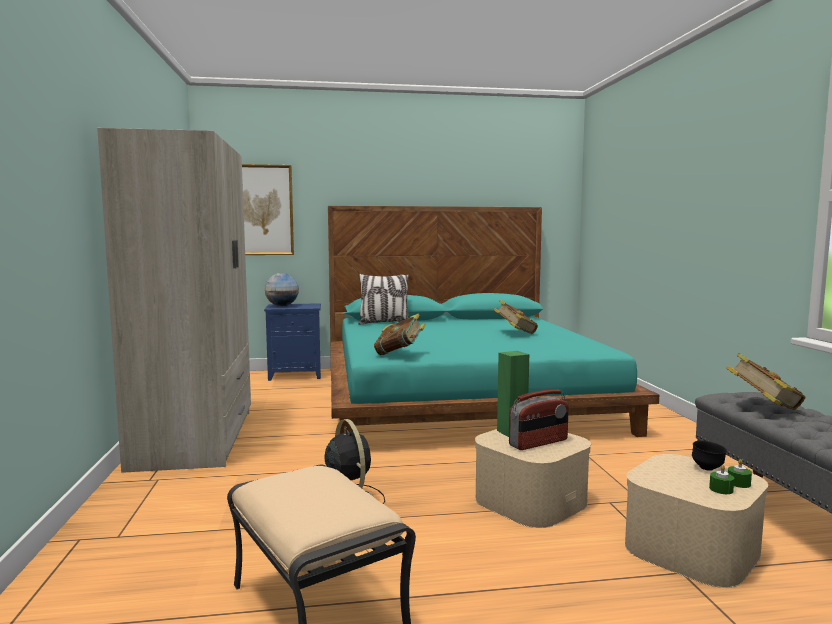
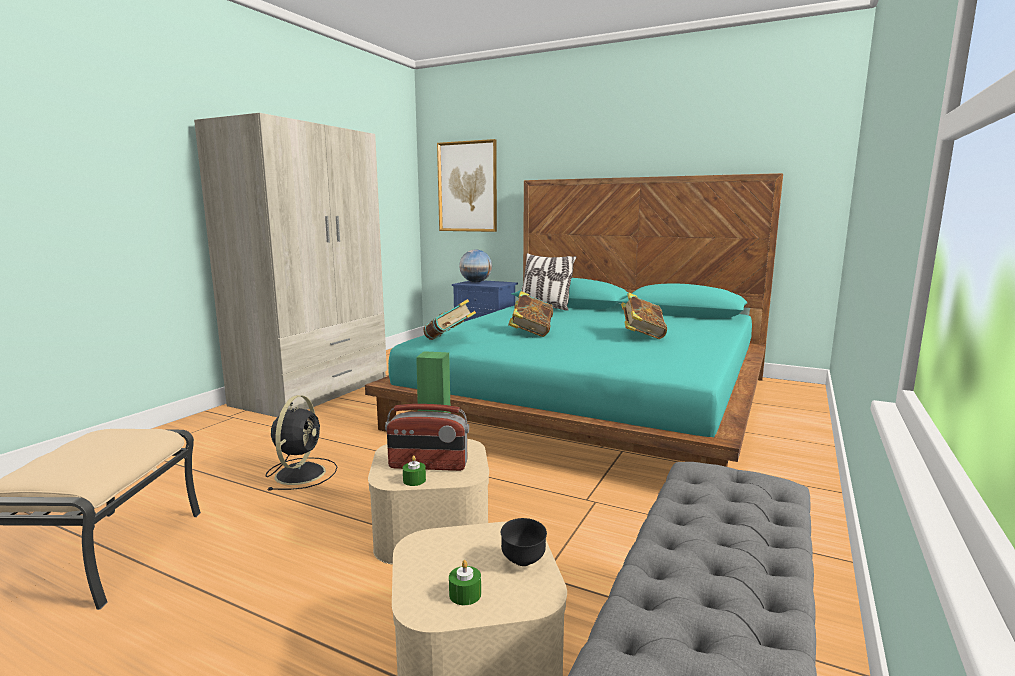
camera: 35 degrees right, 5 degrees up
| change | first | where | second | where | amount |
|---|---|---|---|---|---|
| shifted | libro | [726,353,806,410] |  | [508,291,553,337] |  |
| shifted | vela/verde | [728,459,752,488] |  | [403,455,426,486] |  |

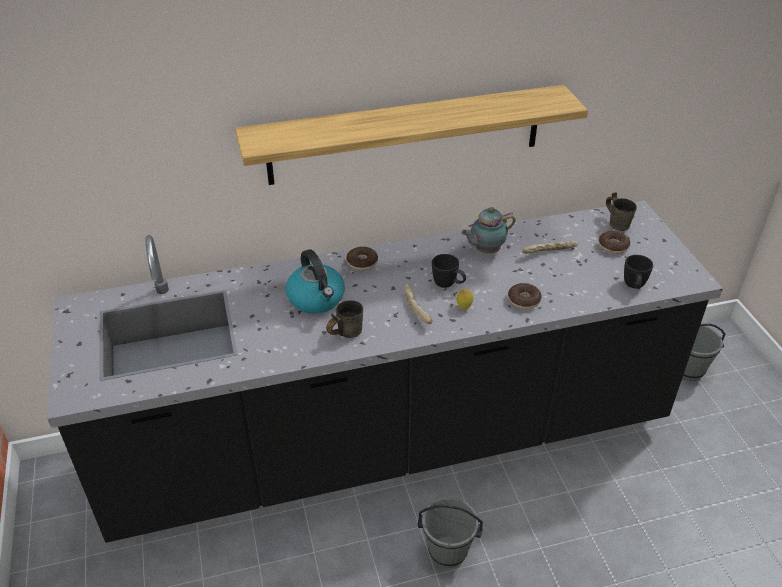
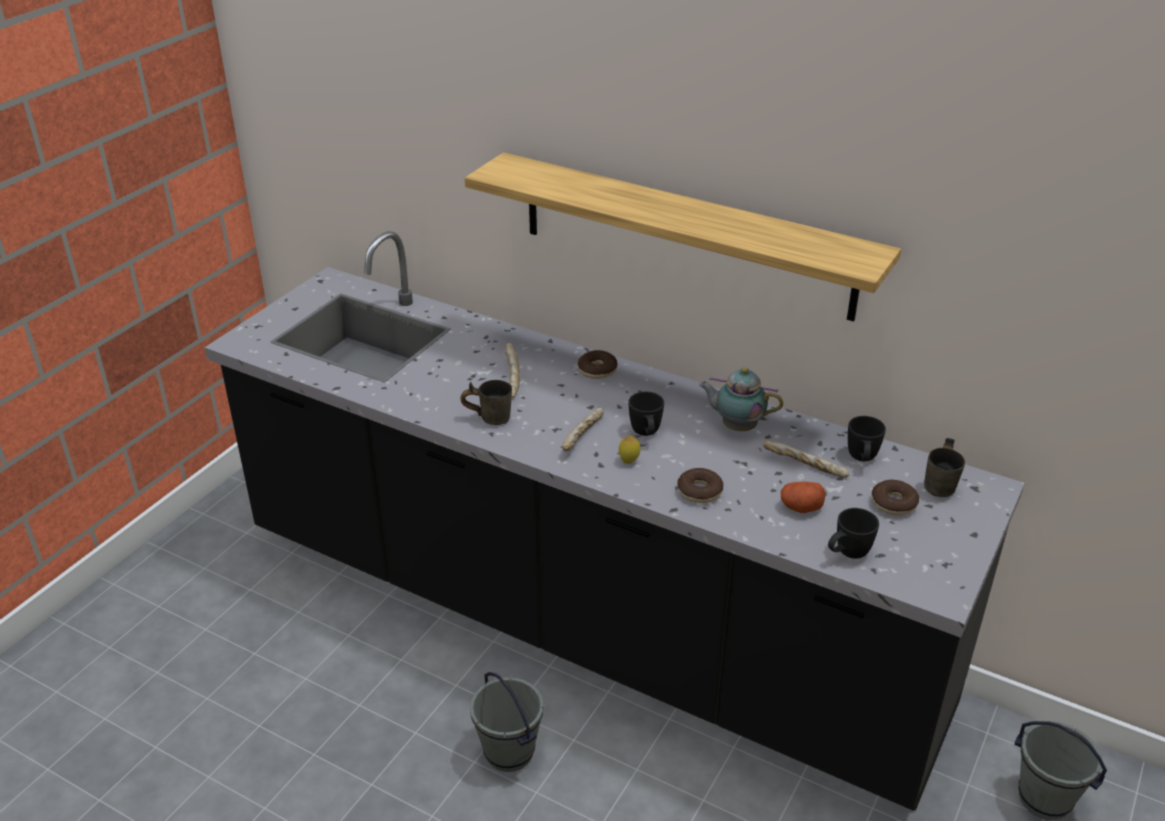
camera: 45 degrees right, 5 degrees down
| change | first | where | second | where | amount |
|---|---|---|---|---|---|
| swapped | hervidor | [286,249,345,314] | pan | [505,343,520,398] |  |
| new |  |  | patata | [781,482,826,513] |  |
| new |  |  | taza grande/negro | [848,416,886,461] |  |

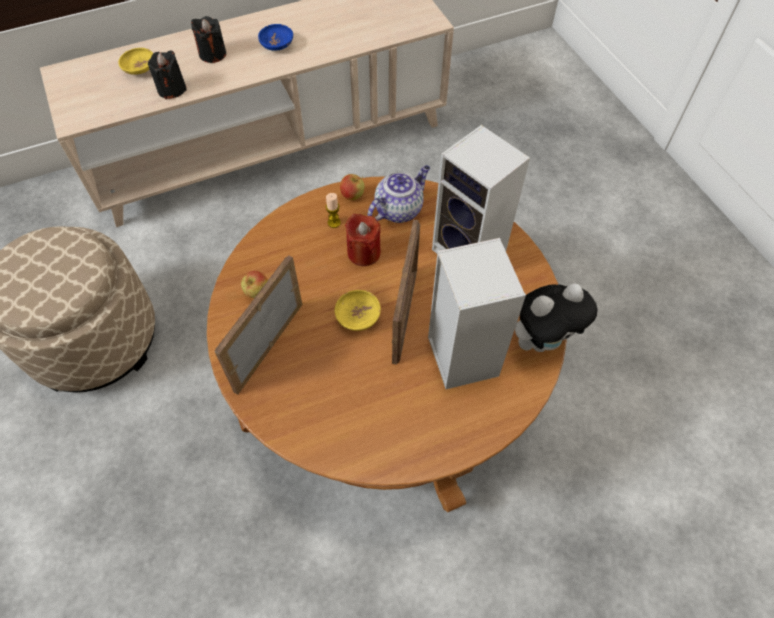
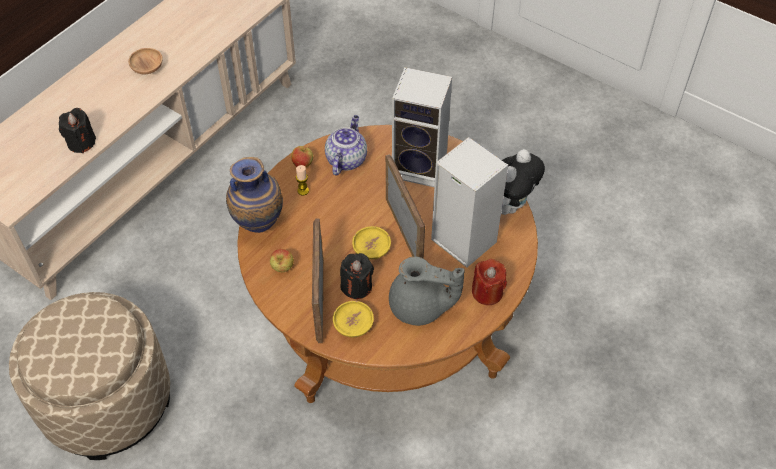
camera: 30 degrees left, 5 degrees down
| change | first | where | second | where | amount |
|---|---|---|---|---|---|
| shifted | cuenco/amarillo | [118,48,153,75] |  | [333,301,374,337] |  |
| shifted | vela/negro | [191,16,226,63] |  | [340,253,374,299] |  |
| repainted | cuenco/azul | [258,24,293,51] | cuenco/marrón | [128,48,163,75] |  |
| shifted | vela/rojo | [345,214,381,266] |  | [472,259,507,305] |  |
| new |  |  | florero | [226,157,283,233] |  |
| new |  |  | tetera/gris | [389,257,465,326] |  |

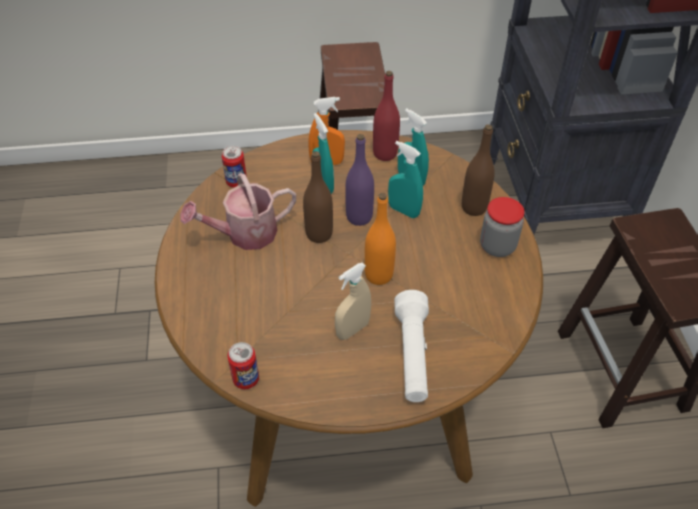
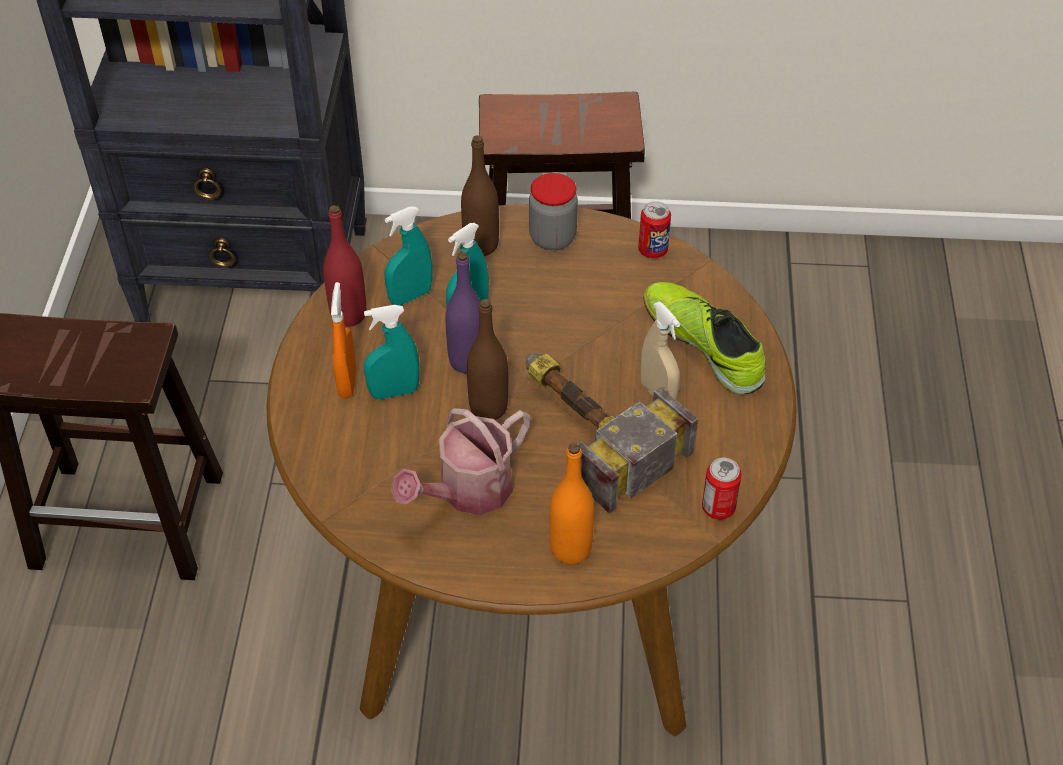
camera: 80 degrees left, 0 degrees up
| change | first | where | second | where | amount |
|---|---|---|---|---|---|
| rotated | regadera | [180,173,296,250] |  | [391,408,531,515] | 60 degrees clockwise |
| shifted | lata | [222,146,247,188] |  | [638,201,671,259] |  |
| shifted | botella/naranja | [365,193,396,285] |  | [549,443,594,564] |  |
| swapped | linterna/blanco | [394,290,429,402] | zapato | [644,282,766,395] |  |
| new |  |  | martillo | [526,353,698,514] |  |

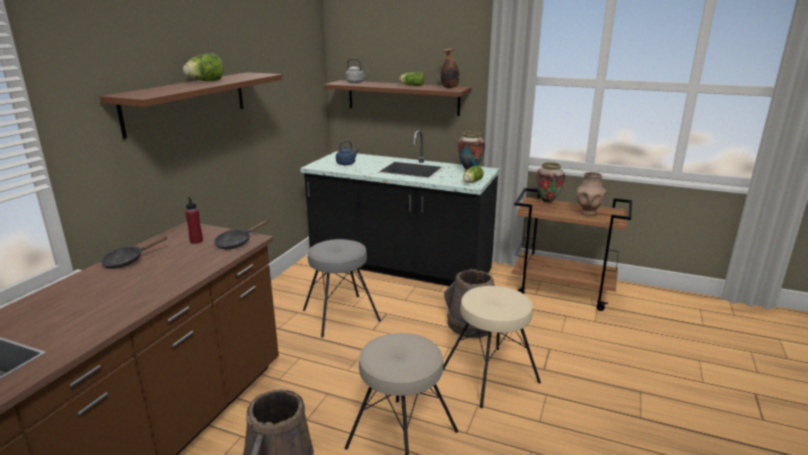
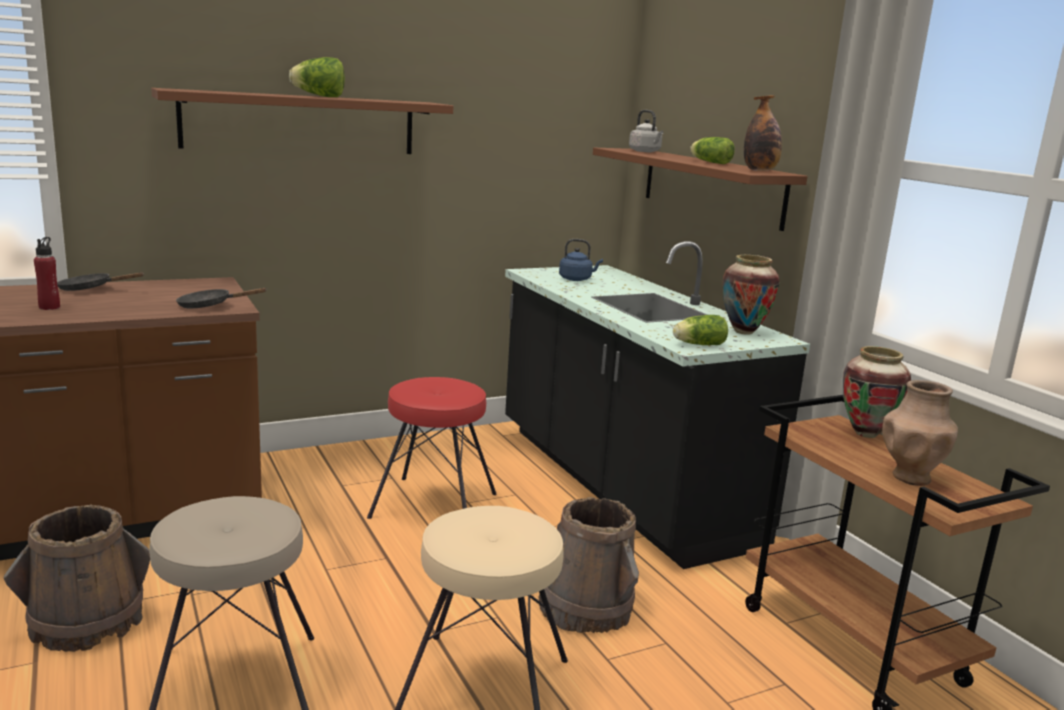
camera: 40 degrees right, 5 degrees down
| change | first | where | second | where | amount |
|---|---|---|---|---|---|
| shifted | botella/rojo | [185,196,203,244] |  | [34,237,60,310] |  |
| repainted | taburete/gris | [303,239,381,337] | taburete/rojo | [367,377,497,519] |  |

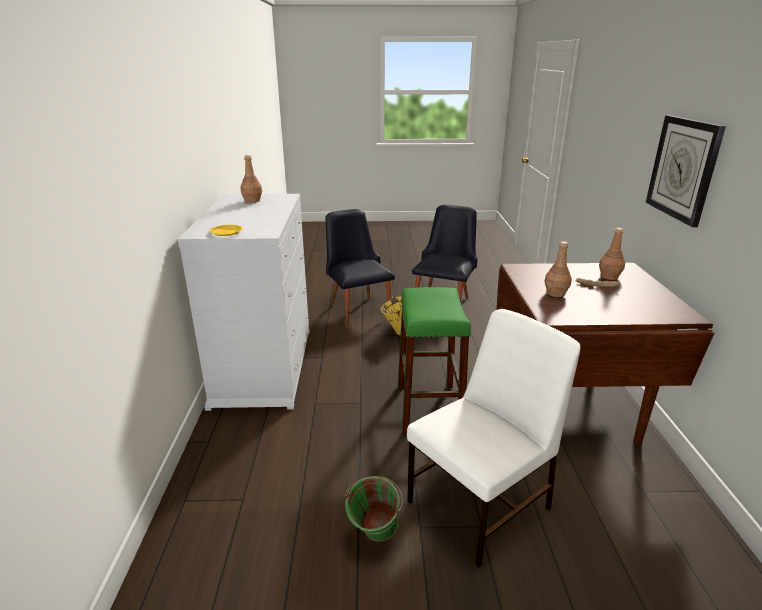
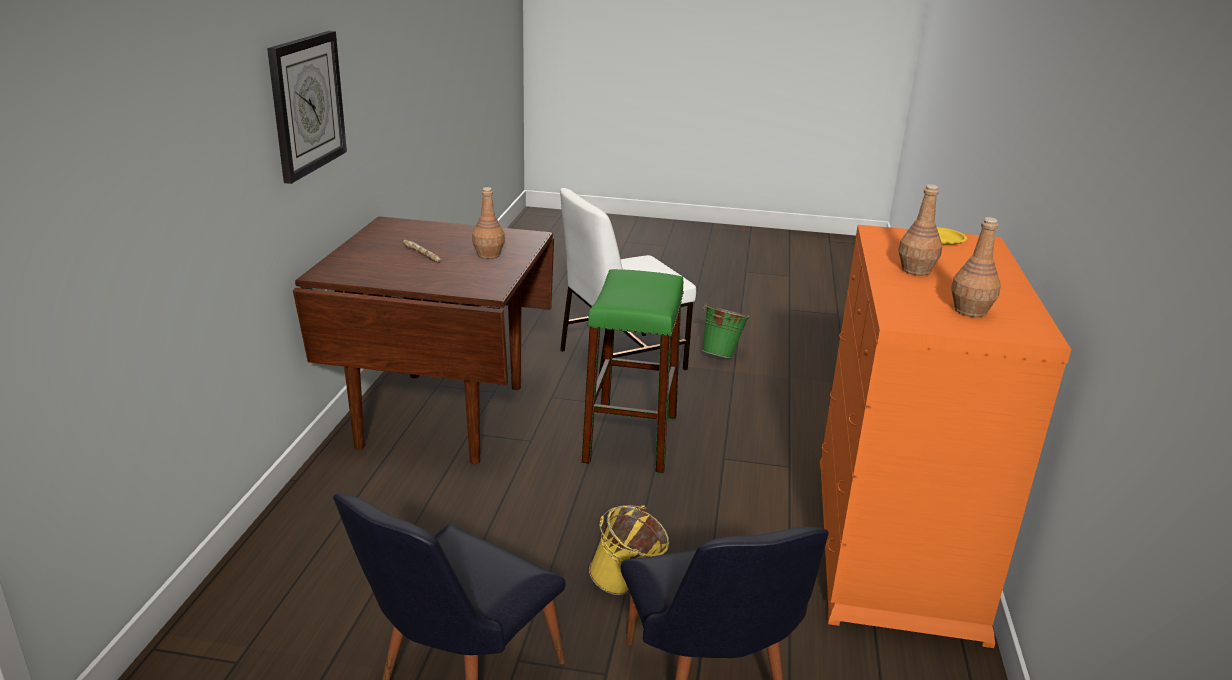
camera: 170 degrees left, 0 degrees up
| change | first | where | second | where | amount |
|---|---|---|---|---|---|
| repainted | cómoda/blanco | [178,194,310,411] | cómoda/naranja | [820,225,1071,648] |  |
| shifted | botella/marrón | [599,228,625,280] |  | [898,184,942,275] |  |

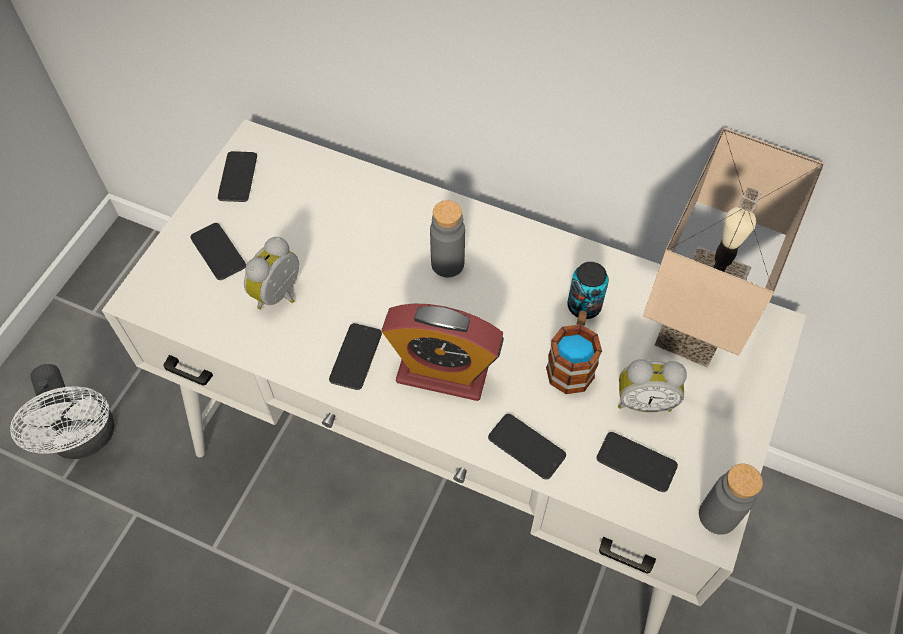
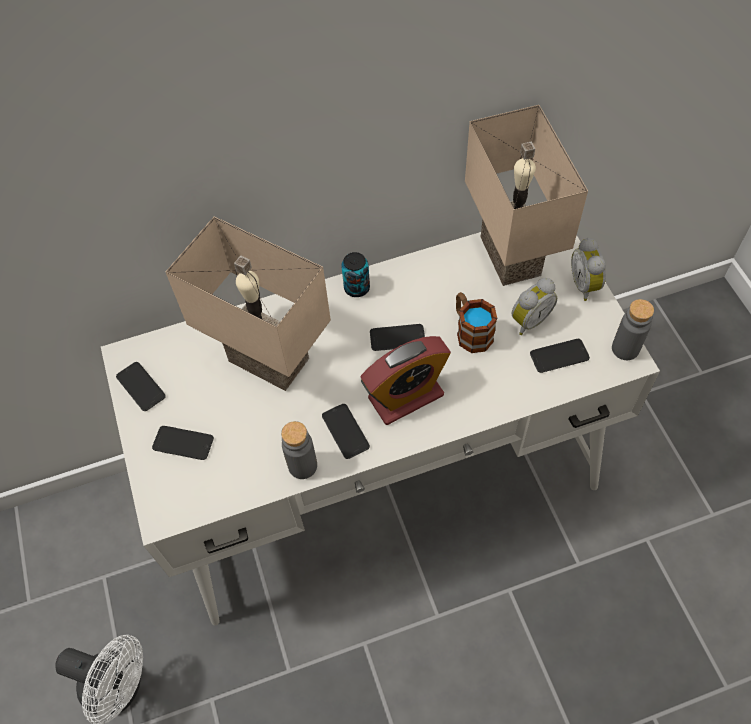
camera: 40 degrees left, 0 degrees up
| change | first | where | second | where | amount |
|---|---|---|---|---|---|
| shifted | despertador | [244,237,299,309] |  | [571,238,606,301] |  |
| shifted | botella/gris | [430,200,465,277] |  | [281,421,317,479] |  |
| shifted | móvil | [488,414,566,480] |  | [370,324,425,351] |  |
| shifted | lata | [567,262,609,319] |  | [341,252,370,297] |  |
| new |  |  | lámpara de mesa/beis | [166,217,331,391] |  |

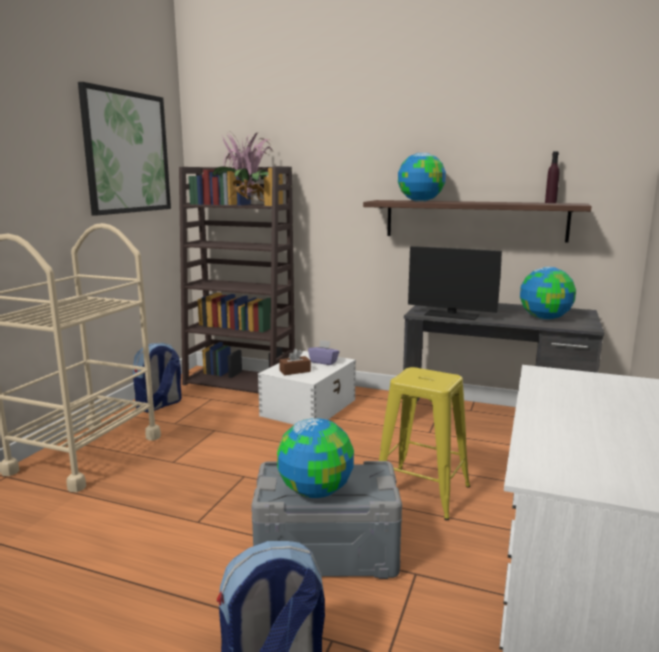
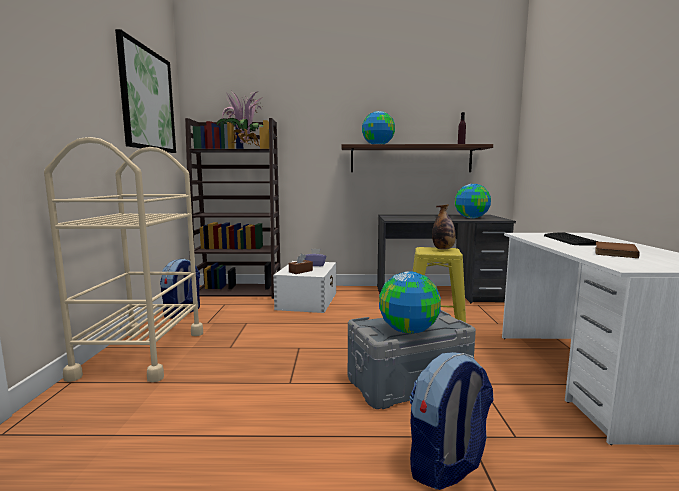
camera: 20 degrees left, 5 degrees down
| change | first | where | second | where | amount |
|---|---|---|---|---|---|
| gone | monitor | [408,246,502,320] |  |  |  |
| new |  |  | botella | [432,204,456,250] |  |
| new |  |  | teclado | [544,232,598,245] |  |
| new |  |  | libro/marrón | [595,242,640,258] |  |

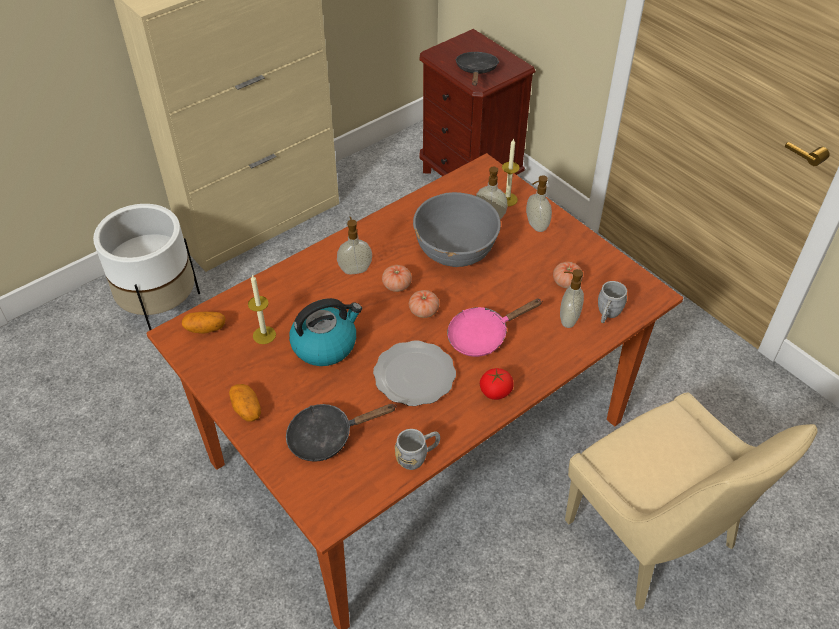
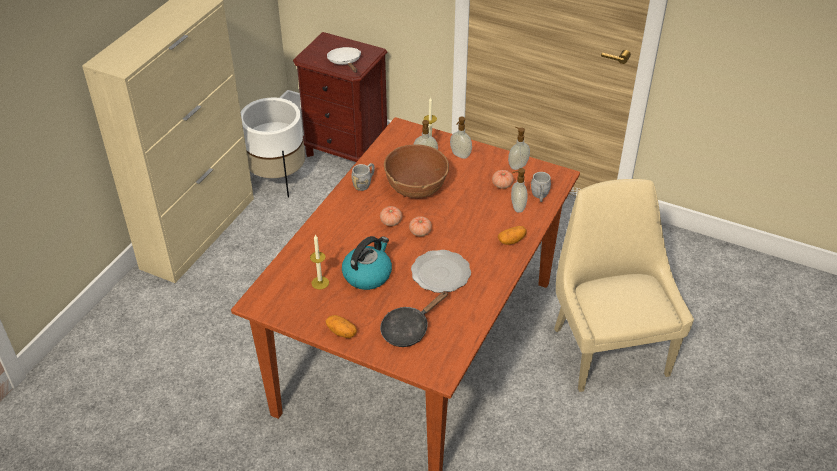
camera: 25 degrees left, 5 degrees down
| change | first | where | second | where | amount |
|---|---|---|---|---|---|
| shifted | maceta/blanco | [93,204,200,330] |  | [241,98,305,197] |  |
| shifted | patata | [182,312,226,334] |  | [498,226,527,245] |  |
| shifted | dispensador de jabón | [337,217,372,274] |  | [508,127,530,170] |  |
| shifted | taza grande/gris | [395,429,440,470] |  | [351,163,375,191] |  |
| repainted | cuenco/gris | [413,192,501,267] | cuenco/marrón | [384,144,449,198] |  |
| gone | sartén/rosa | [447,299,543,357] |  |  |  |
| repainted | sartén/negro | [455,52,499,86] | sartén/blanco | [327,47,361,73] |  |
| gone | tomate | [480,368,514,400] |  |  |  |
| rotated | silla/beis | [565,392,818,610] |  | [554,179,694,392] | 135 degrees counterclockwise |

